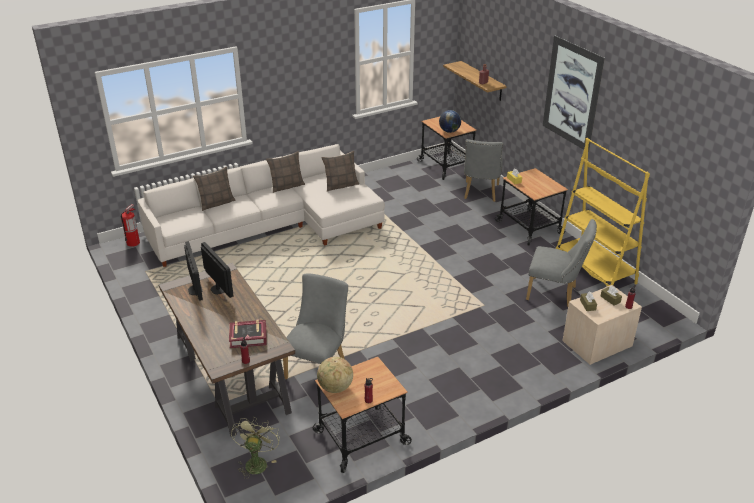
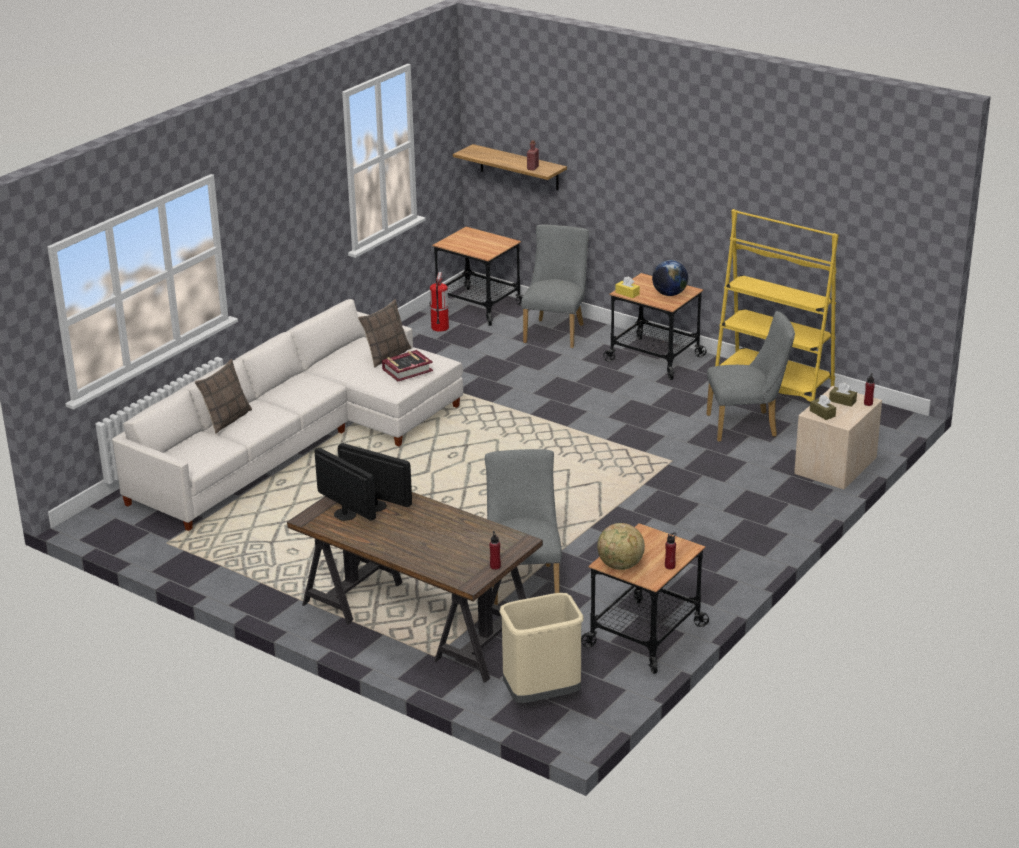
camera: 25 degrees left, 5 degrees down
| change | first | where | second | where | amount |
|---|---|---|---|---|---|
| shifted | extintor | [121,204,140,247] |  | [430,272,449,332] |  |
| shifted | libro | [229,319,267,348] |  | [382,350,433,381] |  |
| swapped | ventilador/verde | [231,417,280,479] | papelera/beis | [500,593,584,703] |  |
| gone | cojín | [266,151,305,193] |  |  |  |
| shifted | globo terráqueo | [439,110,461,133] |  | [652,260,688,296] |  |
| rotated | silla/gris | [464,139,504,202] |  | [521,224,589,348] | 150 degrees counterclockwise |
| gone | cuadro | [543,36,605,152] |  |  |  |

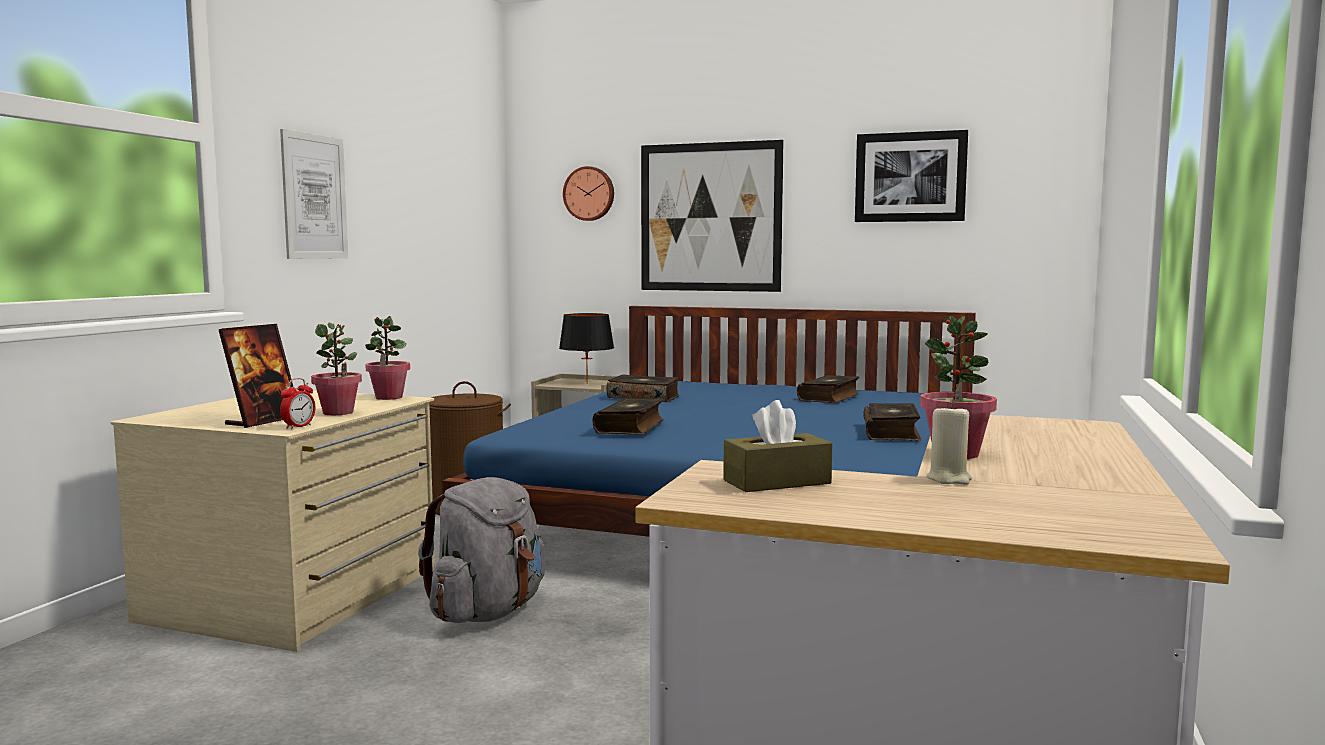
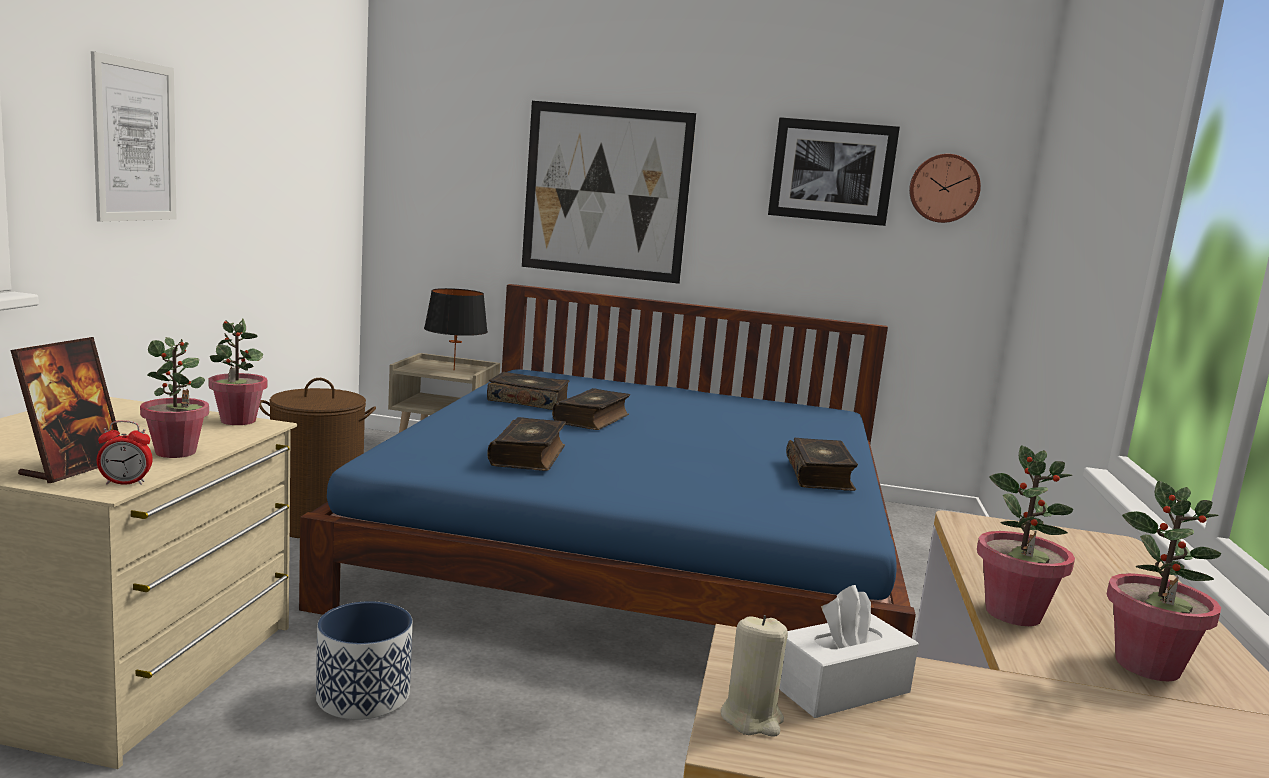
camera: 10 degrees left, 5 degrees up
| change | first | where | second | where | amount |
|---|---|---|---|---|---|
| rotated | despertador | [280,378,316,429] |  | [97,420,153,485] | 60 degrees clockwise |
| swapped | mochila/gris | [418,477,545,623] | maceta | [316,601,413,720] |  |
| shifted | reloj de pared | [563,166,614,221] |  | [909,154,981,223] |  |
| repainted | caja de pañuelos/marrón | [723,400,832,492] | caja de pañuelos/blanco | [779,585,919,718] |  |
| shifted | libro | [797,375,859,403] |  | [552,388,630,430] |  |
| shifted | vela/beis | [926,403,972,485] |  | [721,615,788,737] |  |
| new |  |  | planta en maceta | [1107,481,1222,681] |  |

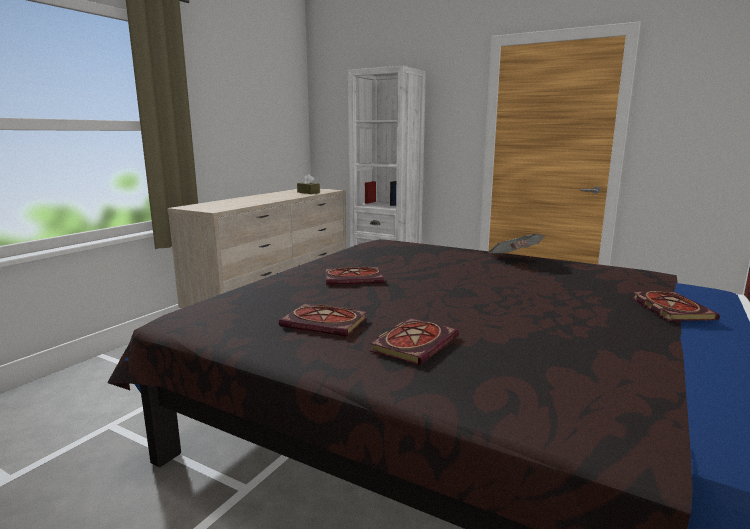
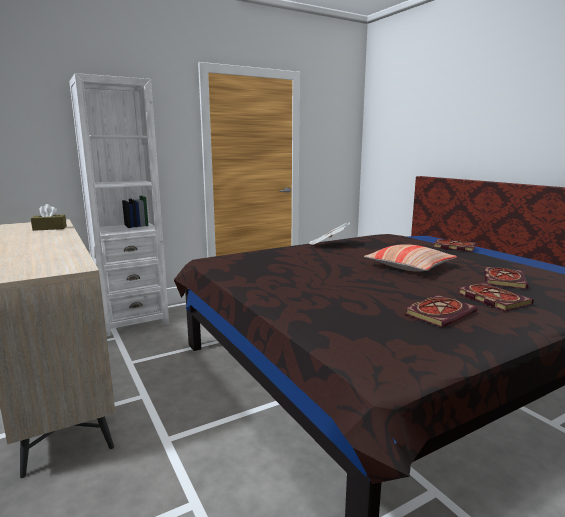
camera: 60 degrees left, 0 degrees up
| change | first | where | second | where | amount |
|---|---|---|---|---|---|
| shifted | libro | [325,267,384,285] |  | [484,267,529,289] |  |
| new |  |  | cojín | [364,244,457,272] |  |

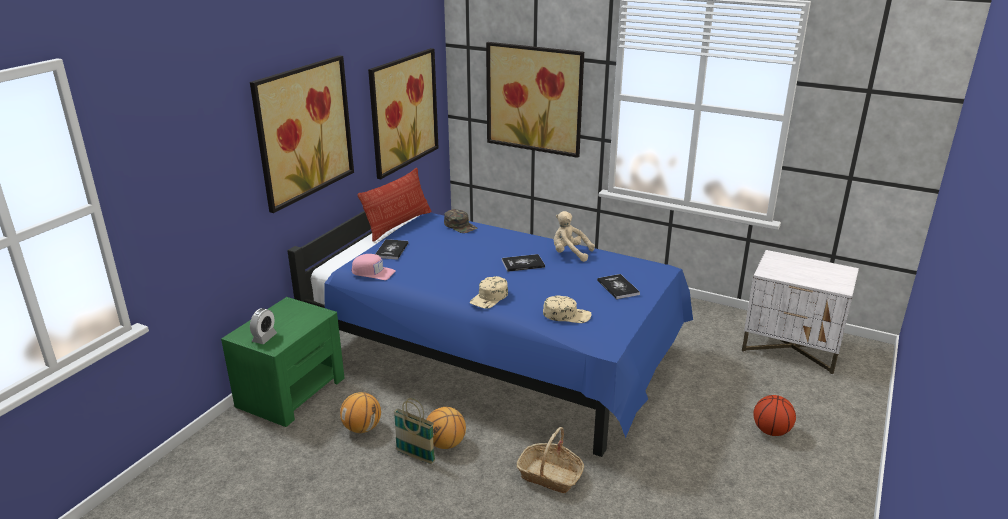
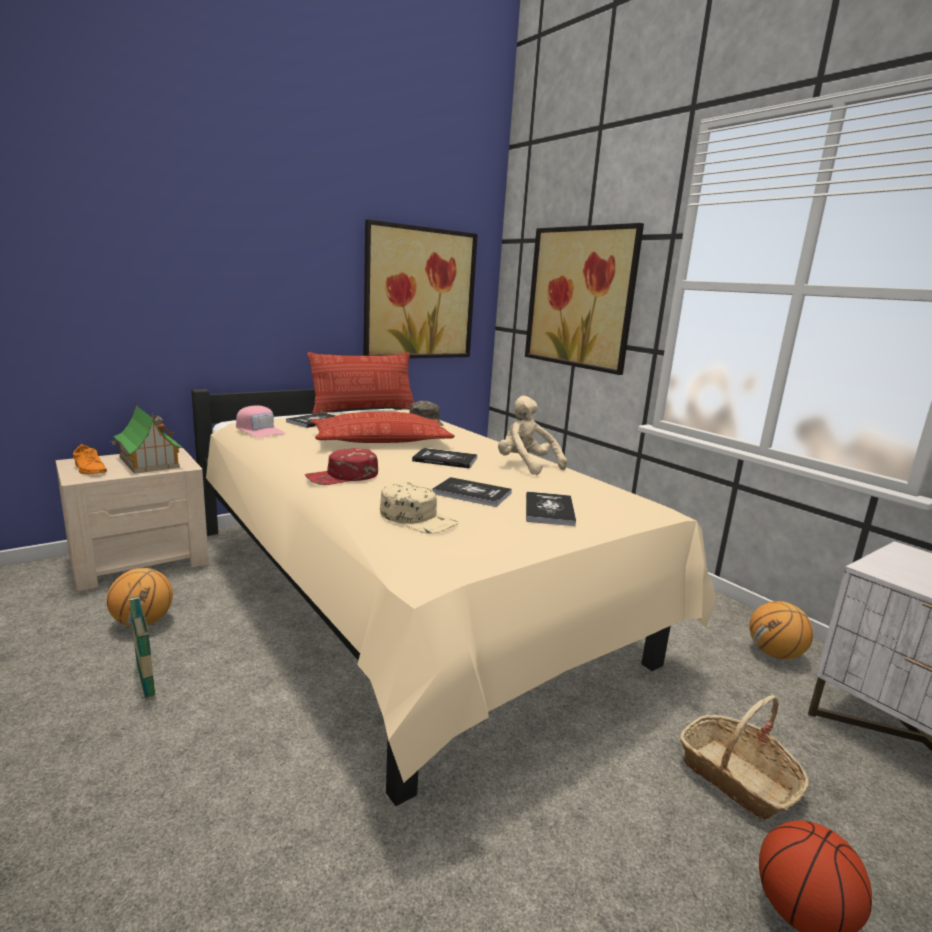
camera: 25 degrees right, 10 degrees down
| change | first | where | second | where | amount |
|---|---|---|---|---|---|
| repainted | mesita de noche/verde | [221,297,345,427] | mesita de noche/beis | [56,448,209,591] |  |
| gone | cuadro | [250,55,354,213] |  |  |  |
| swapped | despertador | [250,308,277,344] | zapato/naranja | [73,444,107,474] |  |
| repainted | cama/azul | [288,211,693,457] | cama/beis | [191,389,716,806] |  |
| shifted | balón de baloncesto | [426,407,466,449] |  | [749,601,813,659] |  |
| repainted | gorra/beis | [470,276,508,308] | gorra/rojo | [305,448,378,485] |  |
| shifted | cesta | [517,427,584,493] |  | [680,695,809,820] |  |
| new |  |  | casita | [109,403,183,474] |  |
| new |  |  | cojín | [310,412,455,443] |  |
| new |  |  | libro | [432,477,512,507] |  |

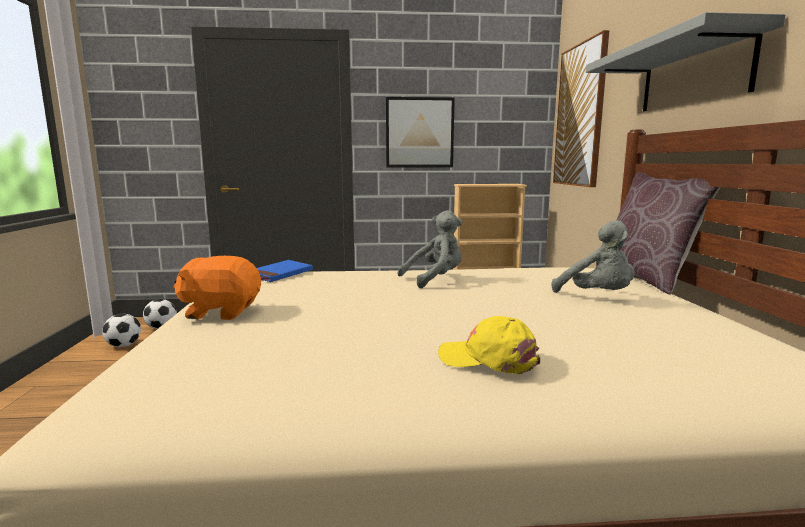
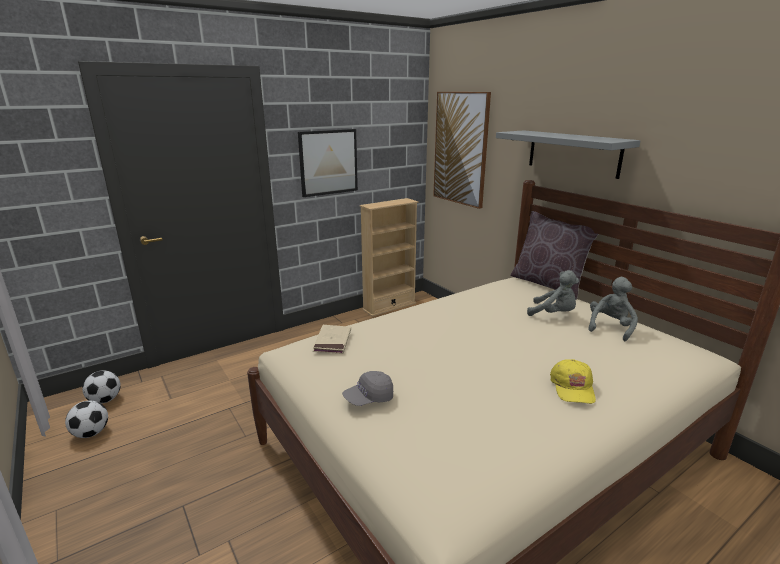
camera: 30 degrees left, 10 degrees up
| change | first | where | second | where | amount |
|---|---|---|---|---|---|
| swapped | peluche/naranja | [174,256,261,320] | gorra/gris | [342,371,393,406] |  |
| repainted | libro/azul | [257,260,313,282] | libro/beis | [313,325,351,354] |  |
| shifted | peluche/gris | [397,210,463,288] |  | [588,277,638,341] |  |
| rotated | gorra/amarillo | [438,316,540,374] |  | [550,359,596,404] | 75 degrees counterclockwise |

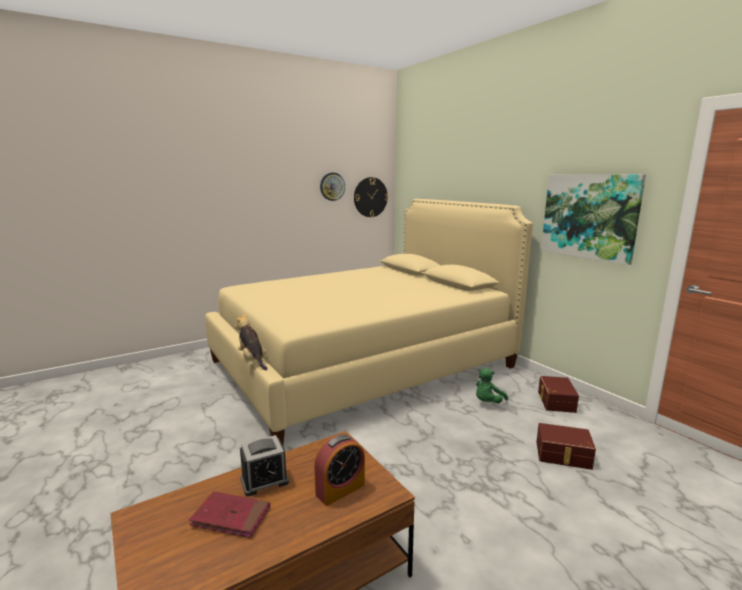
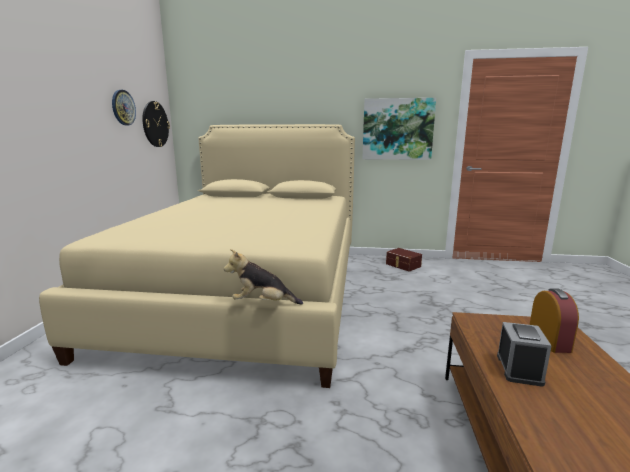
camera: 50 degrees left, 0 degrees up
| change | first | where | second | where | amount |
|---|---|---|---|---|---|
| gone | libro/rojo | [189,491,270,538] |  |  |  |
| gone | peluche/verde | [476,368,508,404] |  |  |  |
| gone | caja de almacenaje/marrón | [536,423,596,470] |  |  |  |

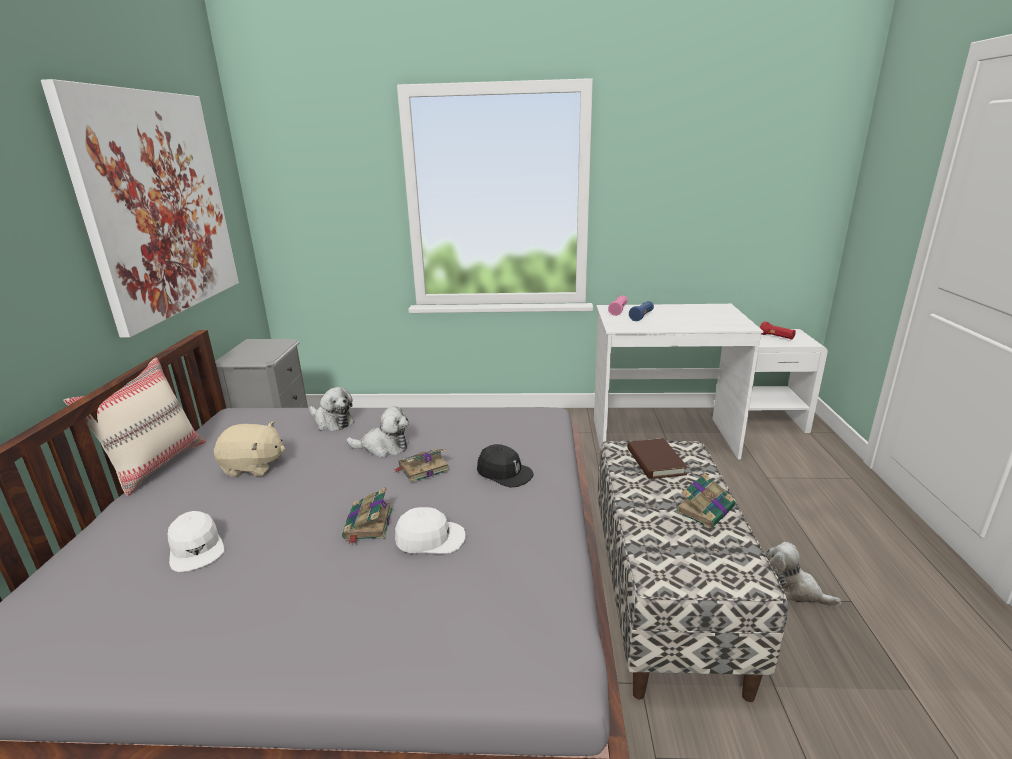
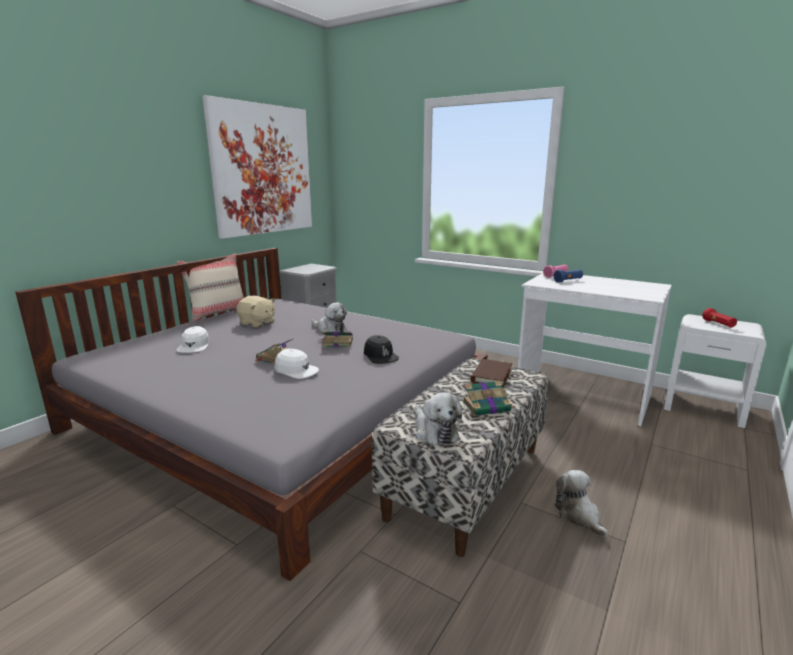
camera: 30 degrees right, 5 degrees down
| change | first | where | second | where | amount |
|---|---|---|---|---|---|
| shifted | peluche | [309,387,355,431] |  | [415,392,462,446] |  |

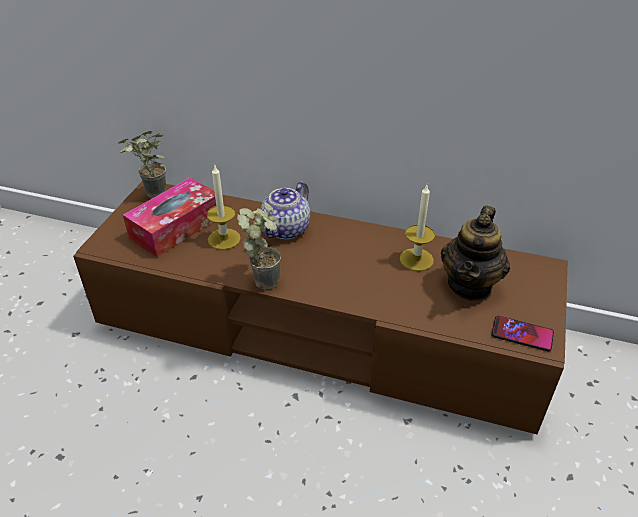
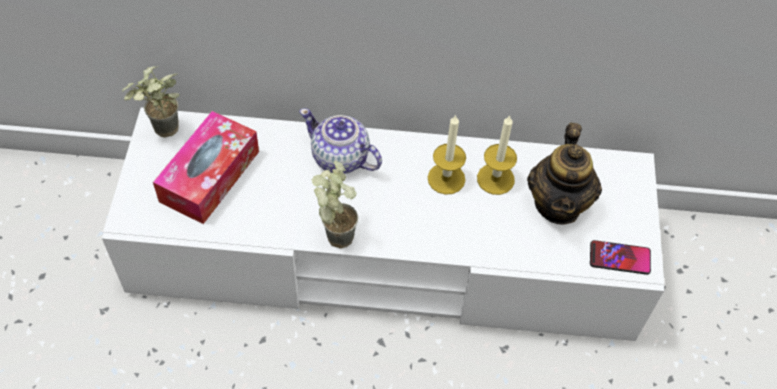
camera: 15 degrees left, 15 degrees up
| change | first | where | second | where | amount |
|---|---|---|---|---|---|
| repainted | mueble de televisión/marrón | [73,181,568,434] | mueble de televisión/blanco | [102,108,664,341] |  |
| shifted | vela | [207,164,241,250] |  | [428,114,466,195] |  |
| rotated | tetera | [261,181,310,239] |  | [300,108,382,174] | 105 degrees clockwise |

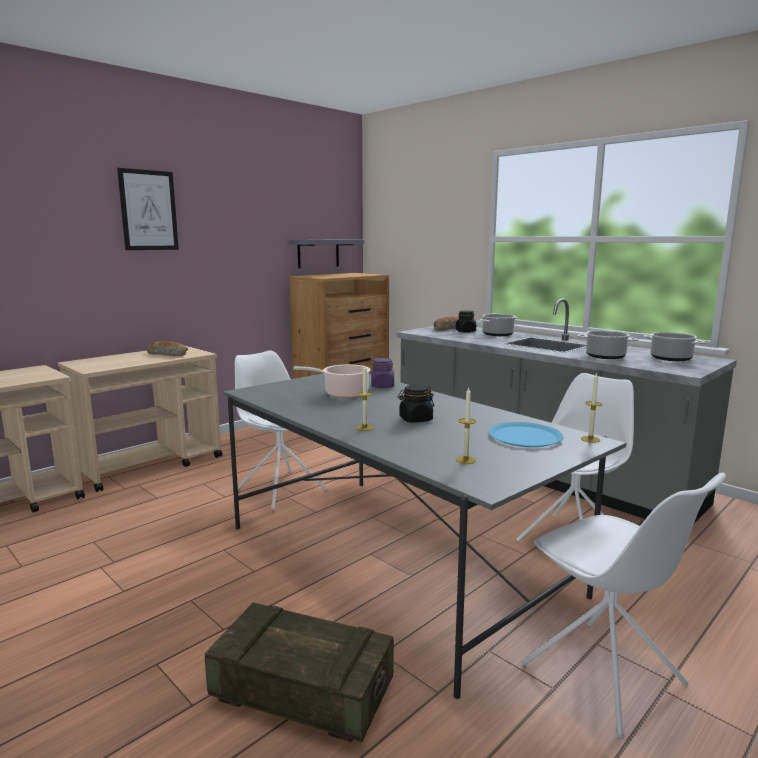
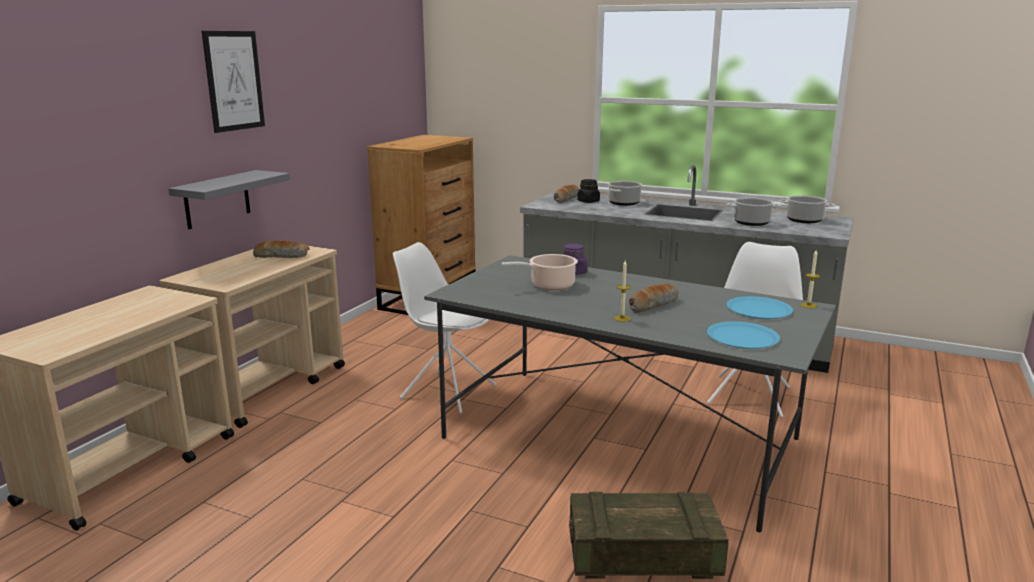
camera: 20 degrees left, 5 degrees up
| change | first | where | second | where | amount |
|---|---|---|---|---|---|
| shifted | estante/gris | [289,240,364,268] |  | [168,170,290,229] |  |
| swapped | tarro/negro | [398,385,434,423] | pan | [629,284,678,313] |  |
| swapped | vela | [456,388,476,464] | plato/azul | [707,321,780,349] |  |
| gone | silla/blanco | [522,473,726,738] |  |  |  |

